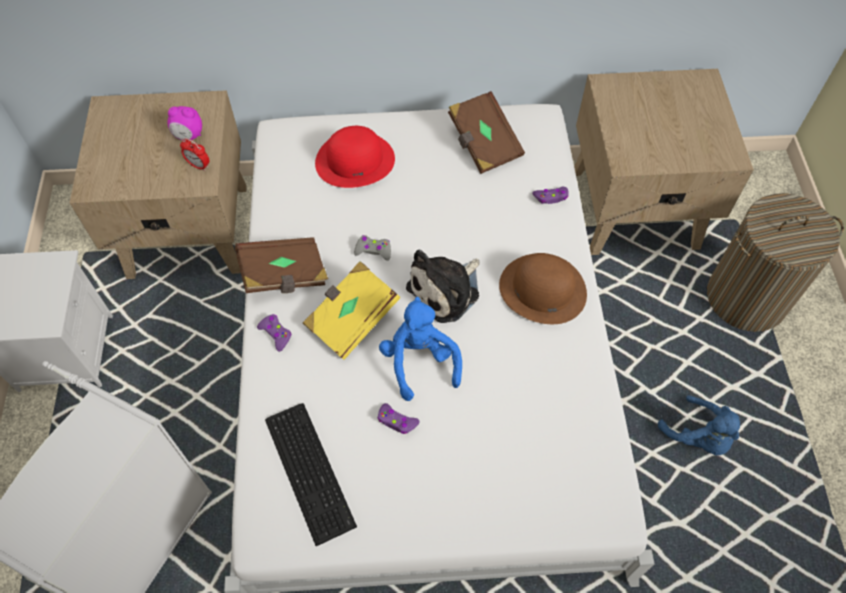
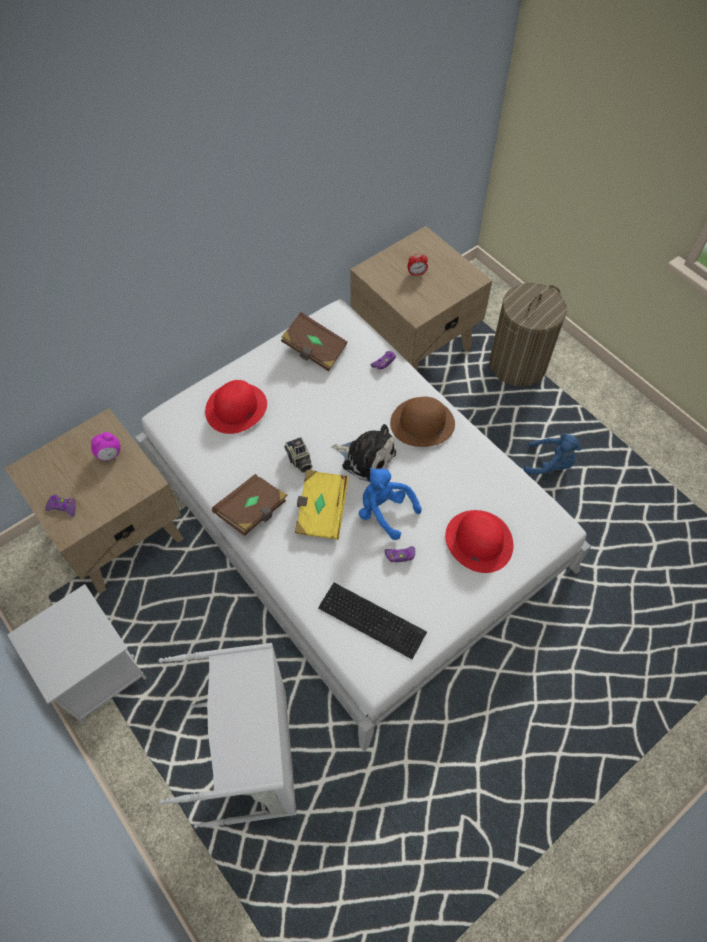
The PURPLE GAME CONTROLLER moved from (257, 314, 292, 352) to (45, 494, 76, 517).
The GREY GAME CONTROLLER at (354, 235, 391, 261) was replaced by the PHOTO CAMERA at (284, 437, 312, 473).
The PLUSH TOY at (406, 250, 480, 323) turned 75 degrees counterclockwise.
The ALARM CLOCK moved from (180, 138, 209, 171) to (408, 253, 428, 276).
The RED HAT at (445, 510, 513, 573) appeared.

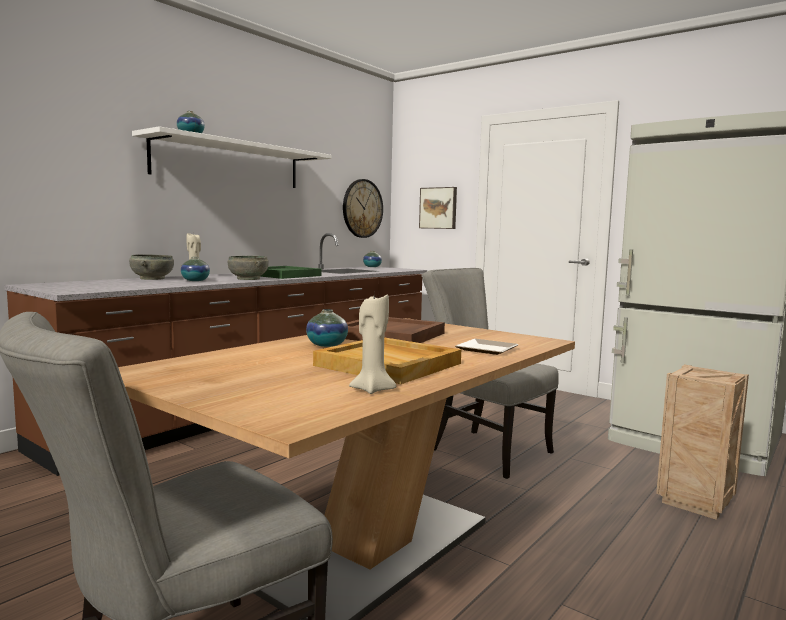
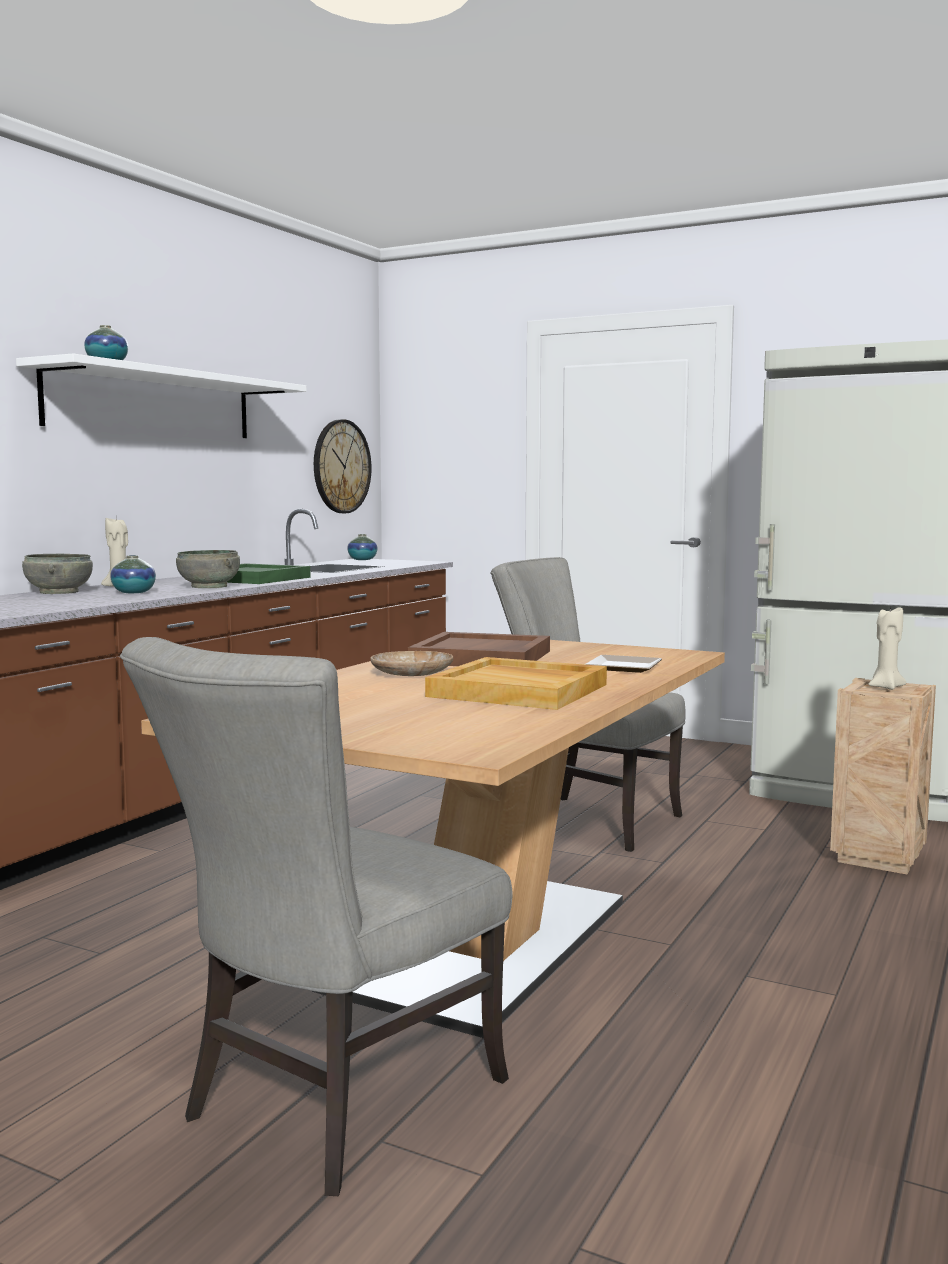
The VASE at (306, 309, 348, 347) was replaced by the BEIGE PLATE at (371, 651, 453, 676).
The BEIGE CANDLE moved from (349, 294, 397, 394) to (868, 606, 906, 690).
The PICTURE at (419, 187, 457, 229) disappeared.

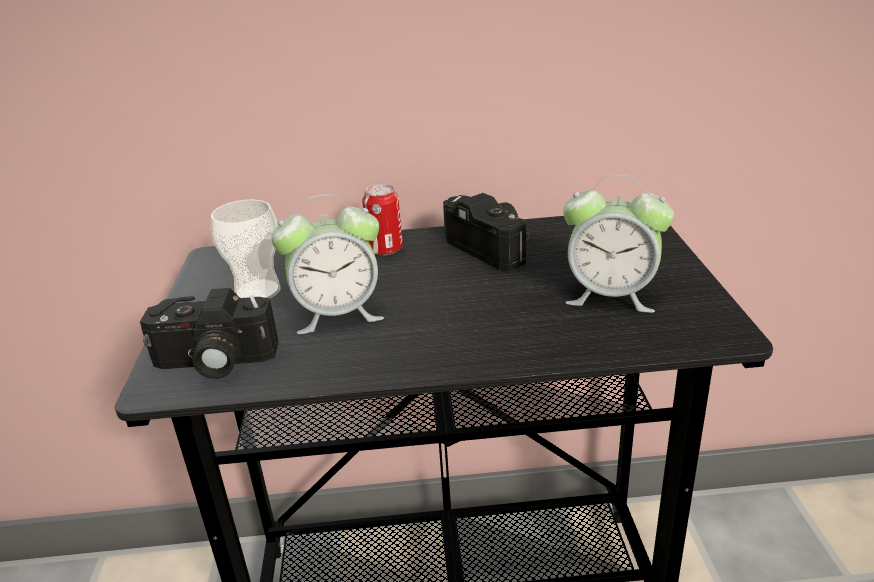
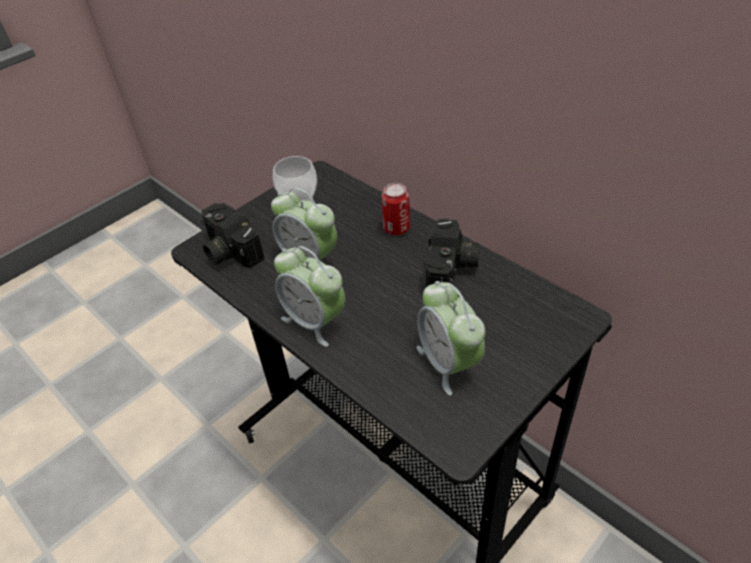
The ALARM CLOCK at (274, 246, 345, 347) appeared.

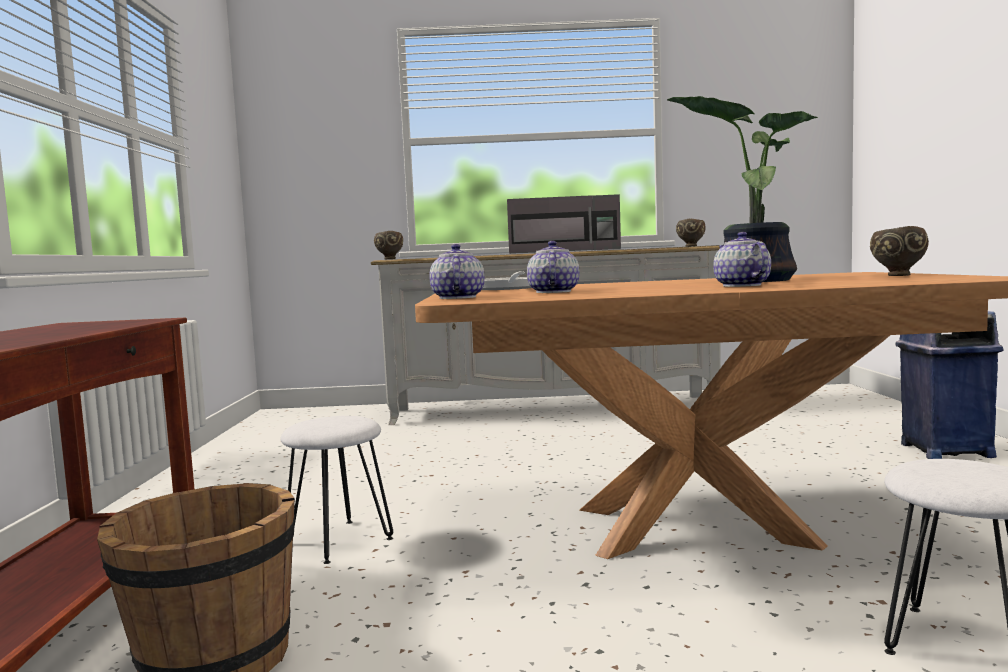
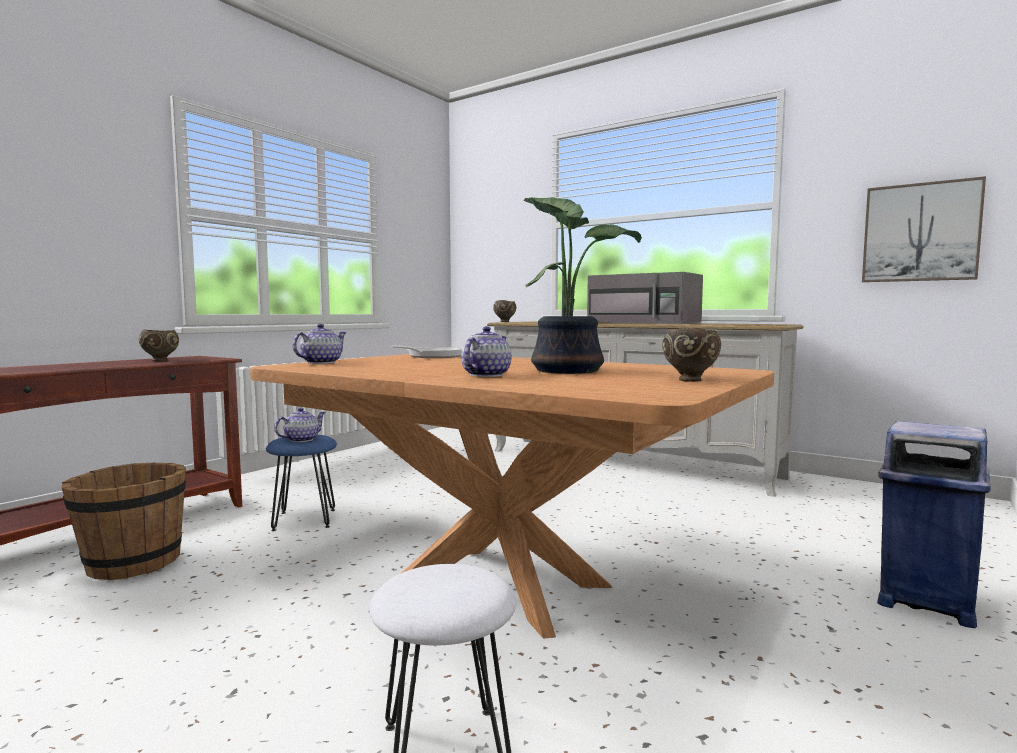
The BROWN BOWL moved from (676, 219, 706, 247) to (139, 329, 179, 362).
The WHITE STOOL at (280, 416, 393, 564) became the BLUE STOOL at (266, 435, 337, 531).
The TEAPOT moved from (527, 241, 579, 293) to (275, 407, 326, 442).
The PICTURE at (862, 176, 986, 282) appeared.

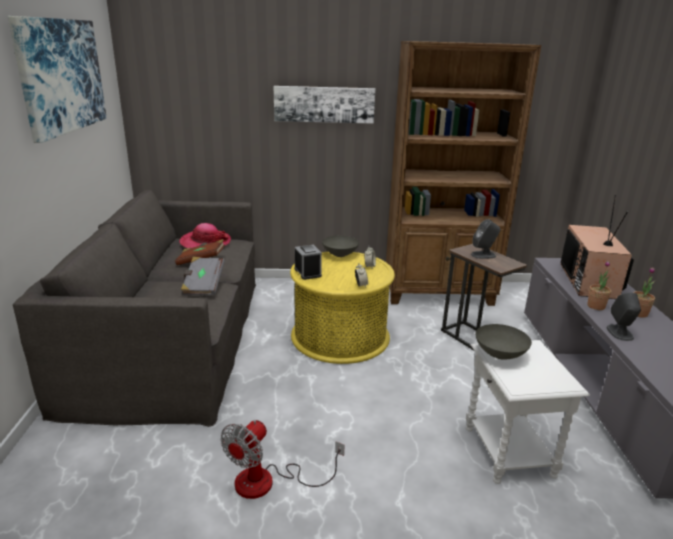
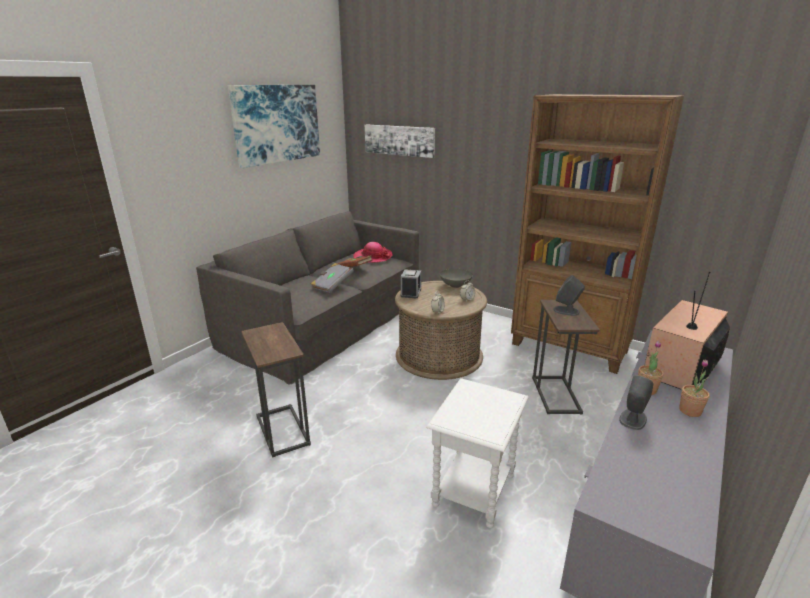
The FAN at (220, 420, 345, 499) was replaced by the BROWN SIDE TABLE at (242, 322, 311, 458).
The PICTURE moved from (274, 86, 375, 124) to (365, 124, 435, 158).
The YELLOW COFFEE TABLE at (290, 252, 395, 364) became the BROWN COFFEE TABLE at (395, 281, 487, 380).
The GREY BOWL at (475, 324, 532, 359) disappeared.

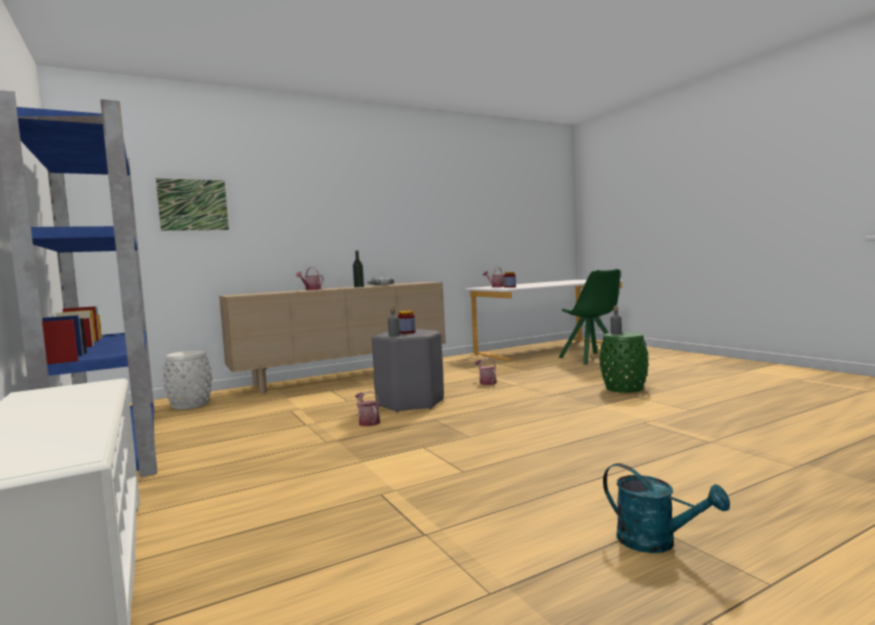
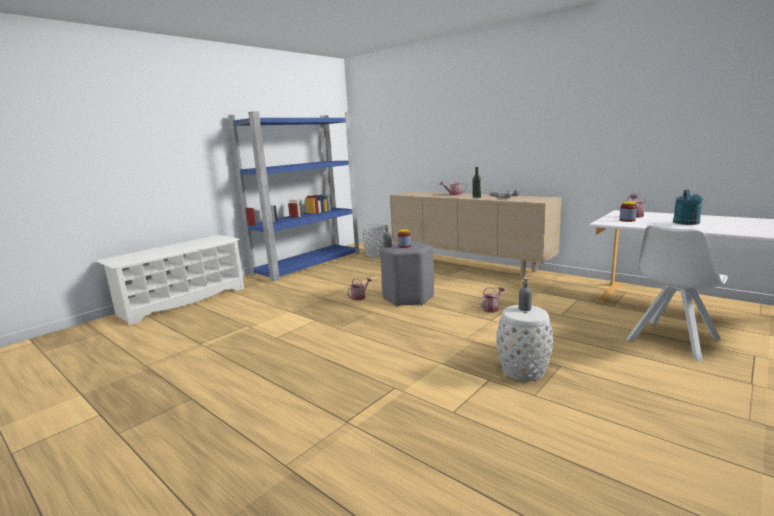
The GREEN STOOL at (599, 332, 648, 393) became the WHITE STOOL at (496, 305, 553, 381).
The GREEN CHAIR at (559, 269, 622, 365) became the WHITE CHAIR at (627, 224, 728, 361).
The TURQUOISE WATERING CAN moved from (603, 463, 730, 553) to (673, 190, 703, 225).
The PICTURE at (156, 178, 229, 231) disappeared.

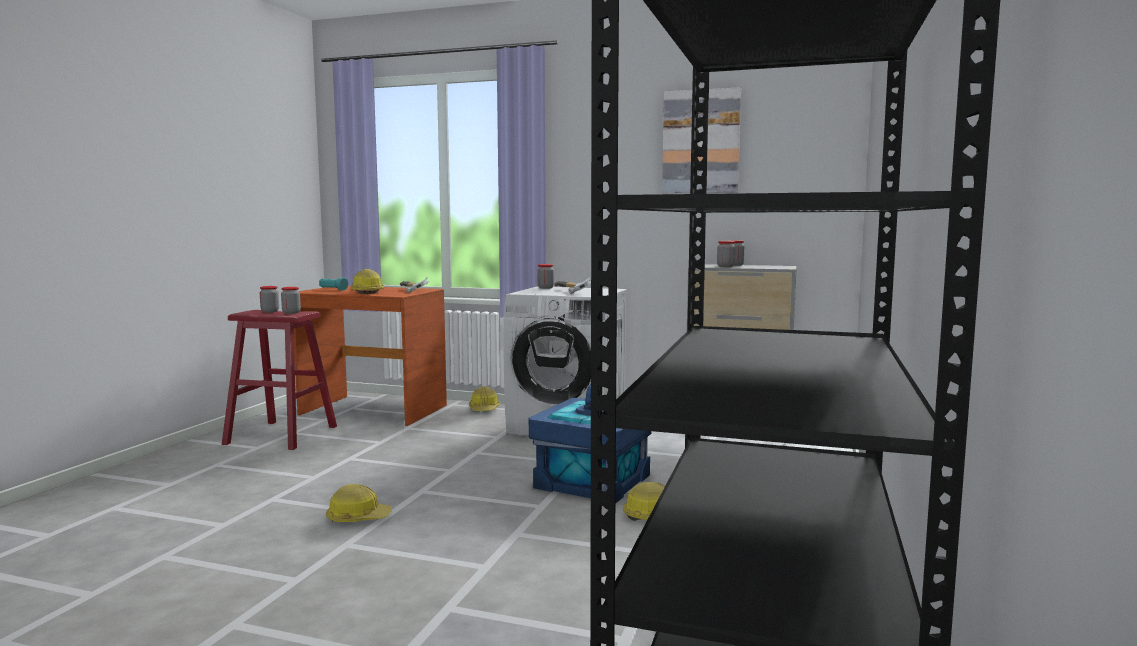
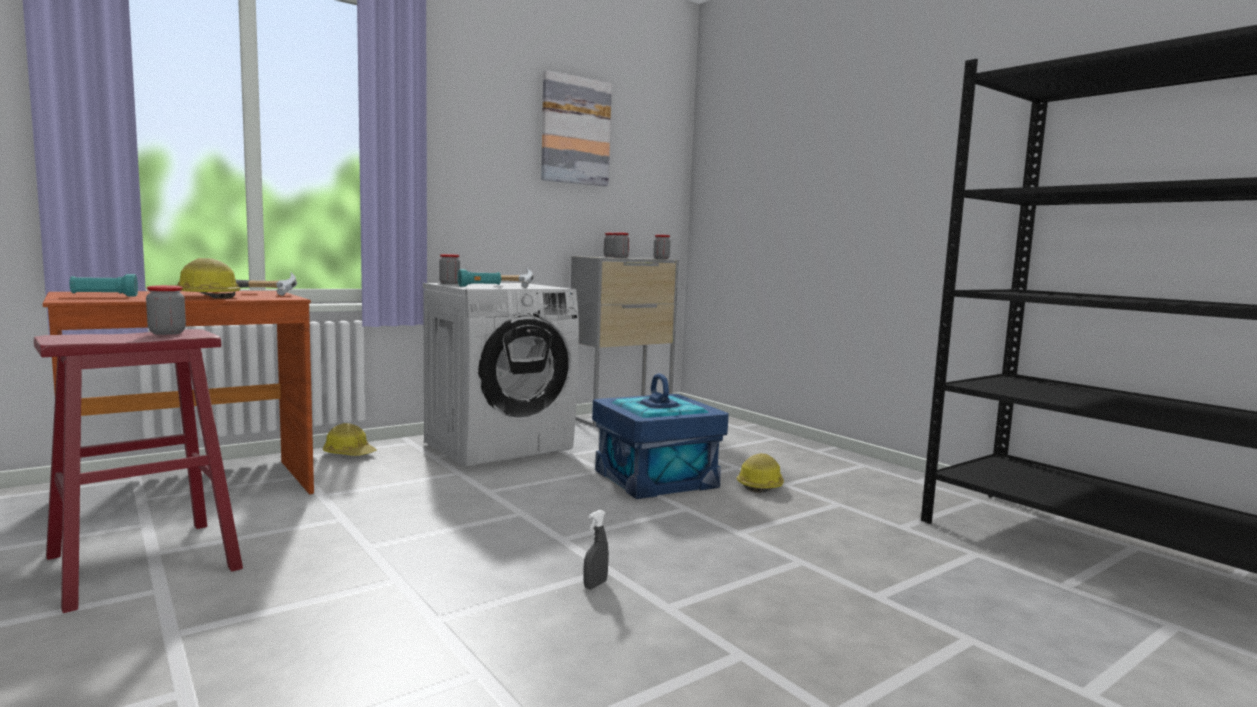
The TURQUOISE FLASHLIGHT at (458, 269, 502, 287) appeared.
The HARD HAT at (326, 484, 392, 522) was replaced by the GREY SPRAY BOTTLE at (583, 510, 609, 589).
The JAR moved from (260, 286, 279, 313) to (653, 235, 670, 259).

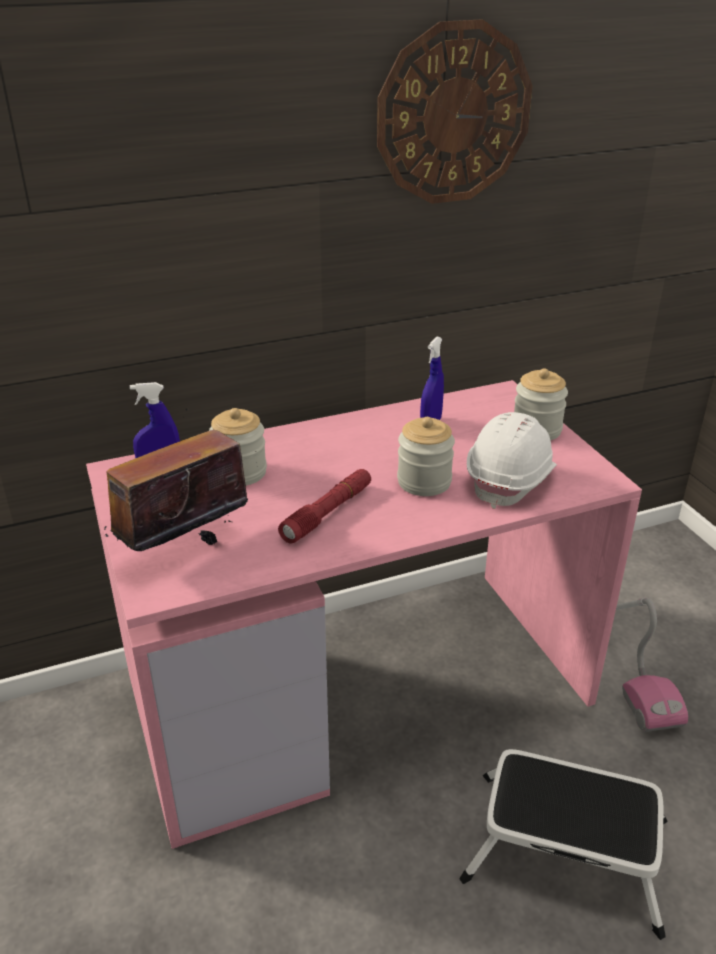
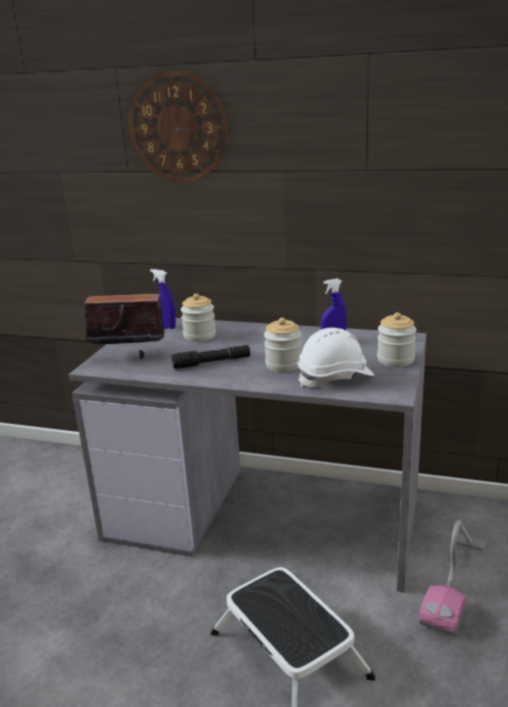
The PINK DESK at (86, 380, 642, 849) became the GREY DESK at (69, 318, 426, 592).
The WALL CLOCK moved from (377, 19, 532, 204) to (128, 71, 228, 182).
The RED FLASHLIGHT at (278, 469, 371, 543) became the BLACK FLASHLIGHT at (172, 345, 250, 369).

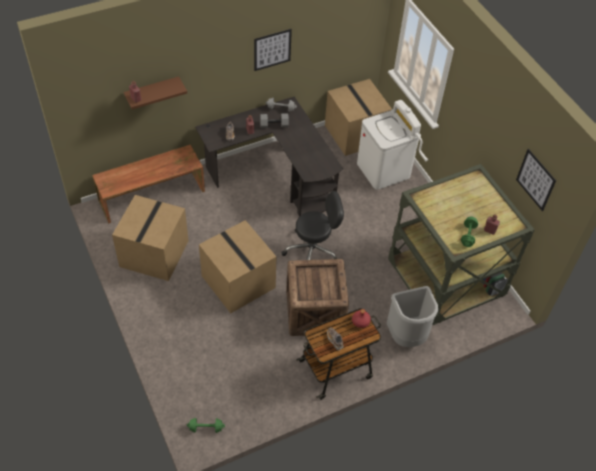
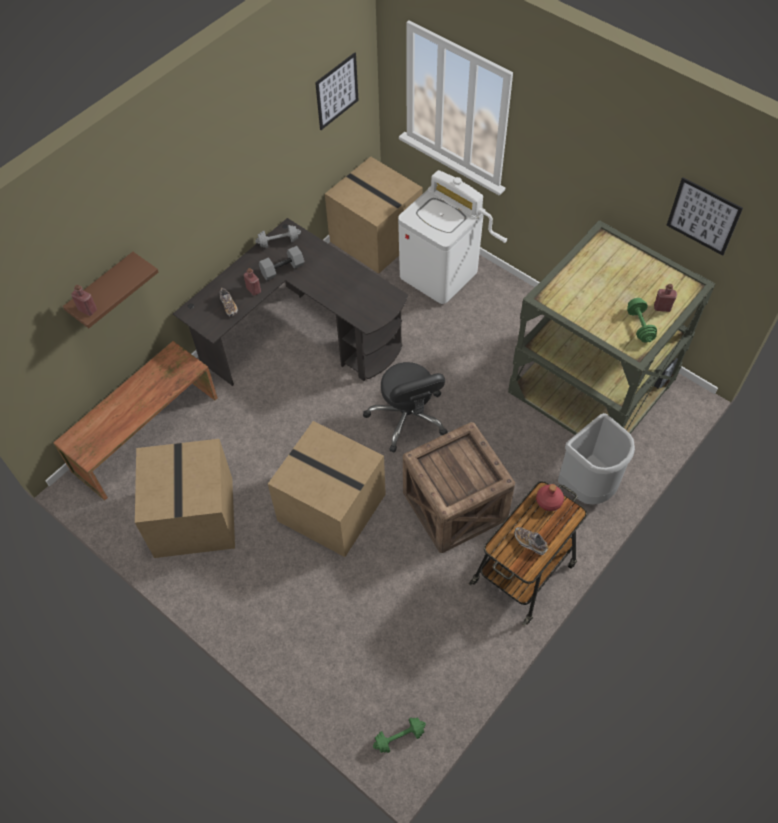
The PICTURE moved from (254, 29, 292, 71) to (315, 52, 359, 130).
The BLACK OFFICE CHAIR at (281, 191, 344, 260) turned 105 degrees clockwise.

